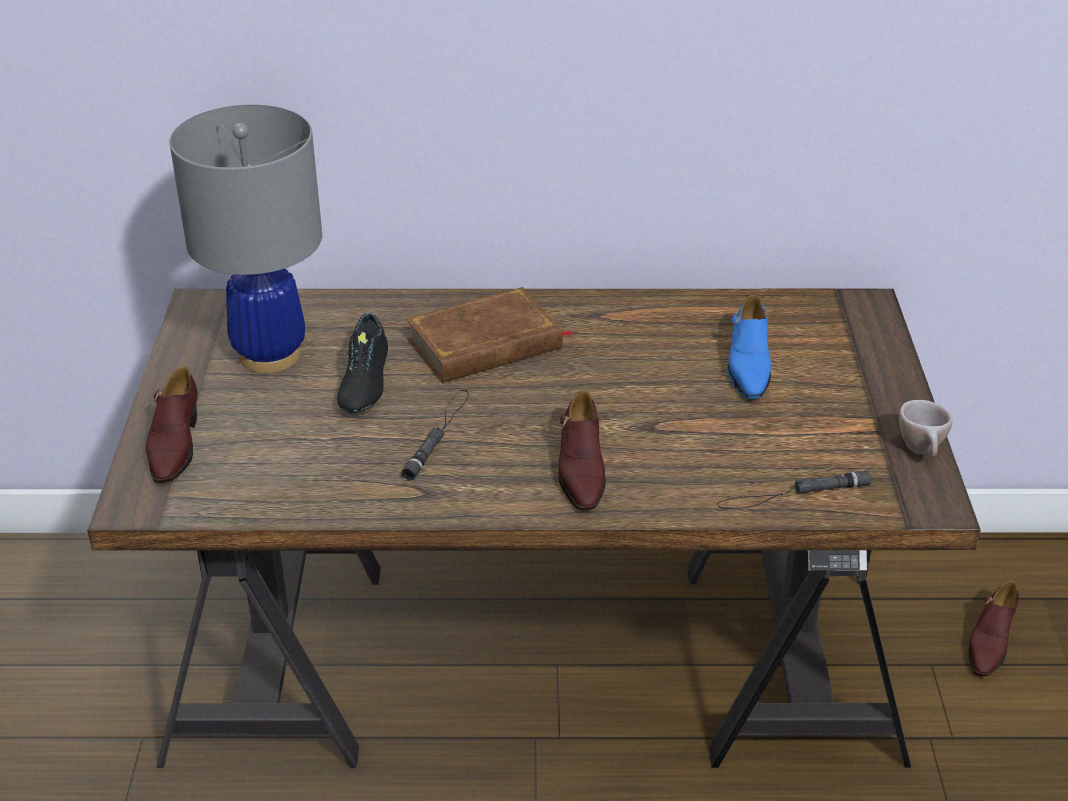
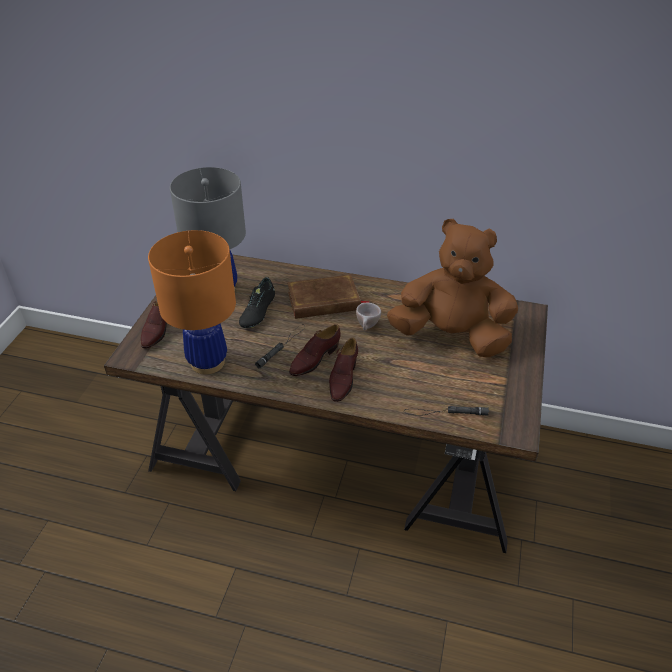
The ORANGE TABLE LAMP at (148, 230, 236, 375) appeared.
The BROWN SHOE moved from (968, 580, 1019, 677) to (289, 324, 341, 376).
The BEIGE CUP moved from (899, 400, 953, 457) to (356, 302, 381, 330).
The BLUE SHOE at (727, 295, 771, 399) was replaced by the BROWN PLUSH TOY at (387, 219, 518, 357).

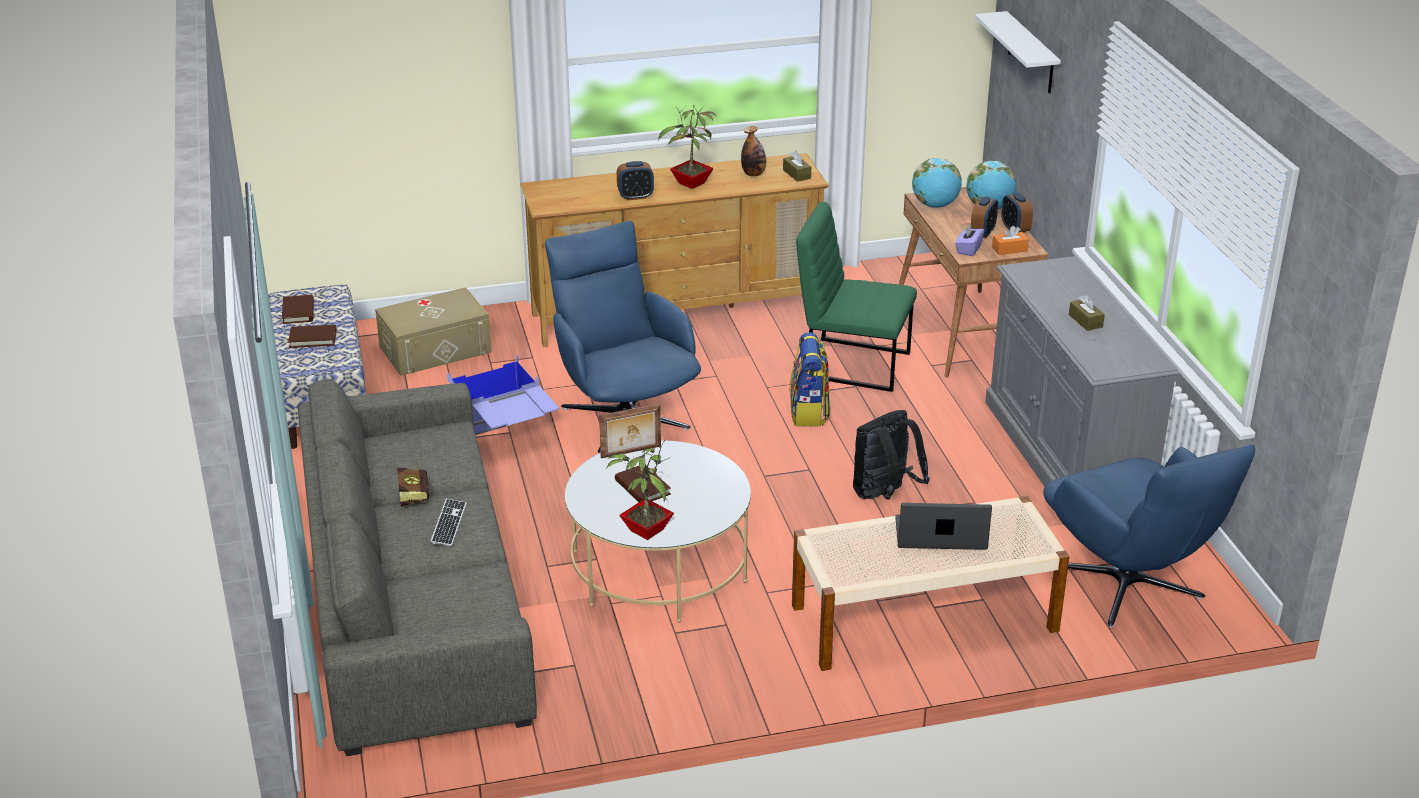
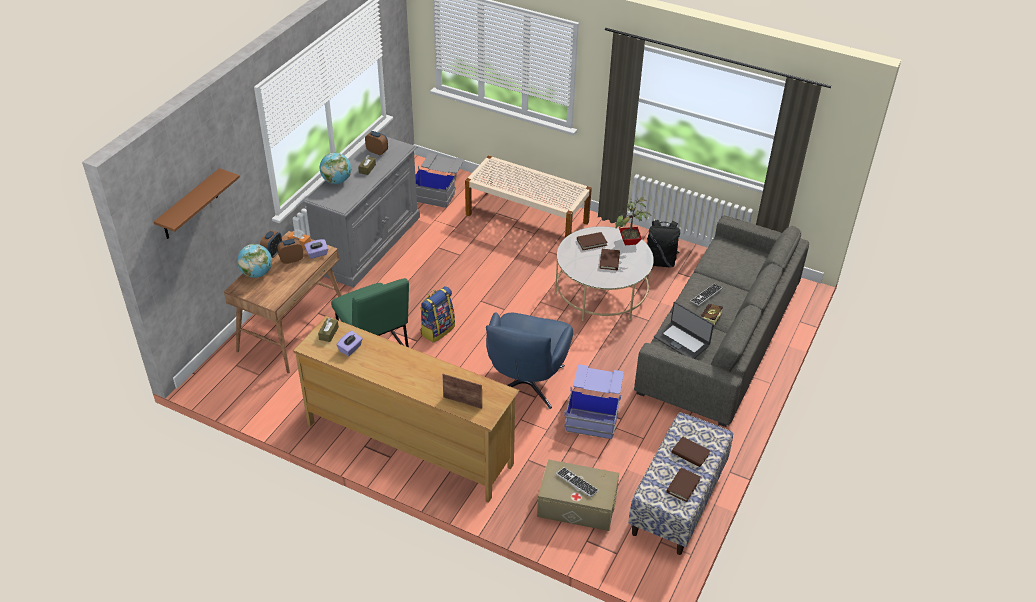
The WHITE SHELF at (975, 11, 1061, 94) became the BROWN SHELF at (154, 168, 240, 239).
The GLOBE moved from (912, 158, 962, 208) to (320, 152, 351, 184).
The BOTTLE at (741, 126, 766, 176) was replaced by the PURPLE TISSUE BOX at (336, 331, 363, 356).
The ALARM CLOCK moved from (617, 161, 654, 200) to (365, 131, 388, 155).
The BLUE ARMCHAIR at (1043, 445, 1255, 627) was replaced by the GREY STORAGE BOX at (415, 153, 464, 208).
The PICTURE FRAME moved from (599, 403, 661, 458) to (442, 374, 482, 409).
The KEYBOARD at (556, 467, 599, 497) appeared.
The BROWN BOOK at (577, 232, 608, 250) appeared.
The BLACK BACKPACK moved from (853, 410, 930, 500) to (647, 220, 680, 267).
The LAPTOP moved from (895, 503, 992, 550) to (654, 302, 714, 359).
The POTTED PLANT at (658, 105, 716, 189) disappeared.

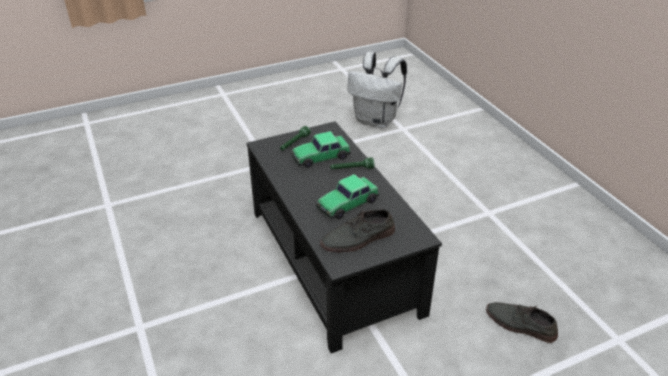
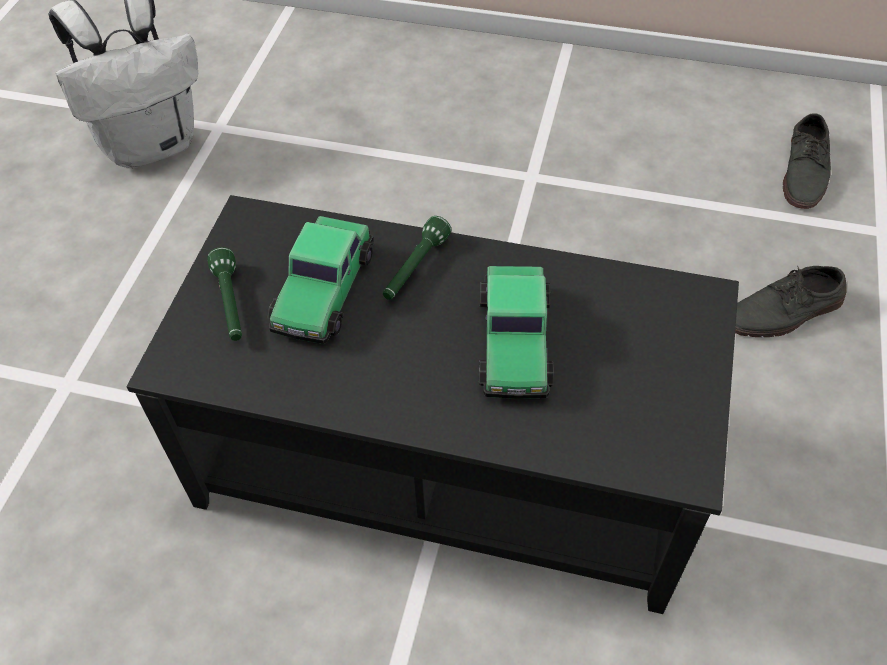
The GREY SHOE moved from (320, 209, 395, 252) to (783, 113, 831, 209).

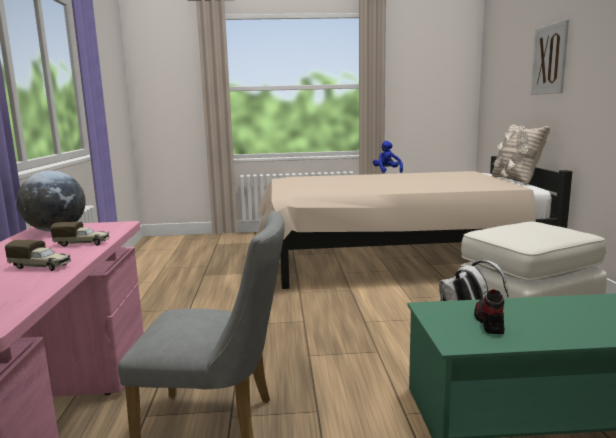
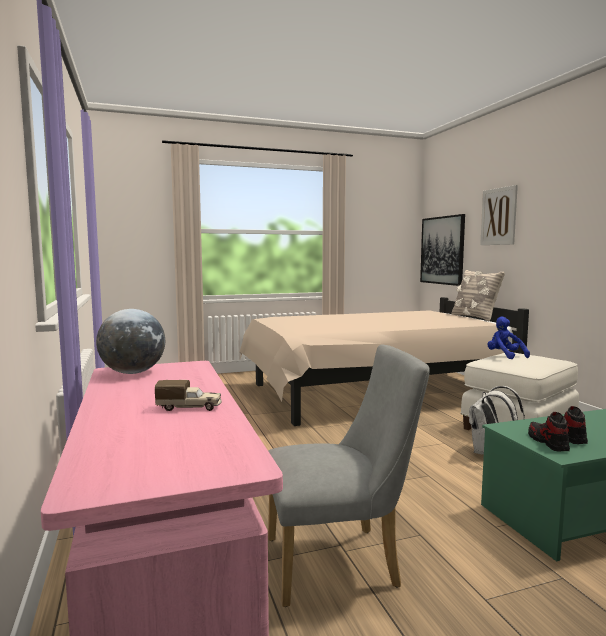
The PICTURE at (420, 214, 465, 286) appeared.
The BLUE PLUSH TOY moved from (373, 141, 403, 173) to (488, 316, 530, 359).
The SHOE at (528, 412, 570, 451) appeared.
The TOY TRUCK at (51, 222, 110, 247) disappeared.

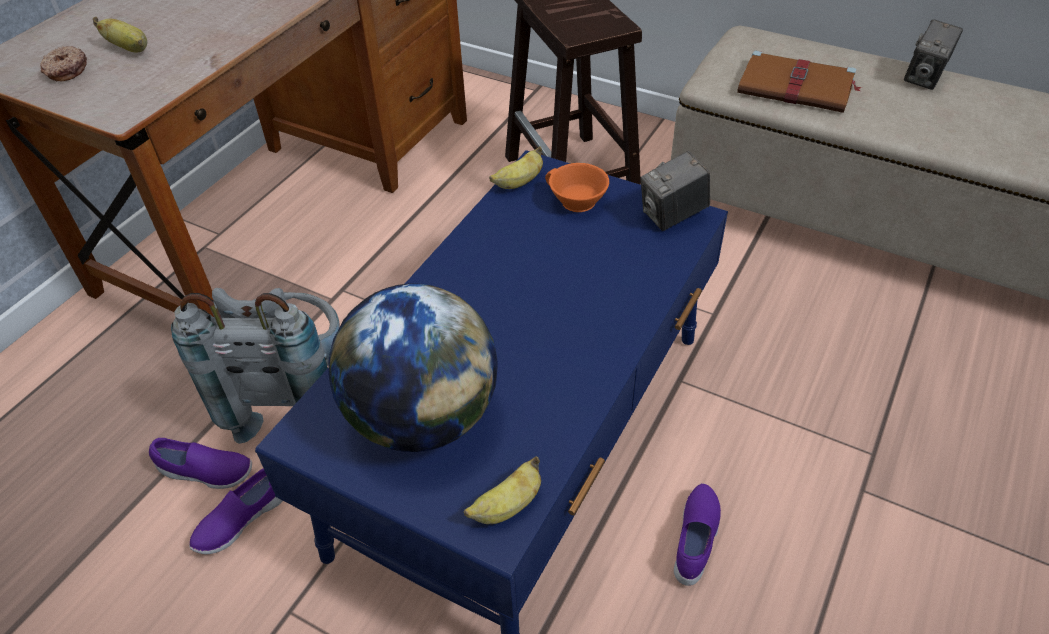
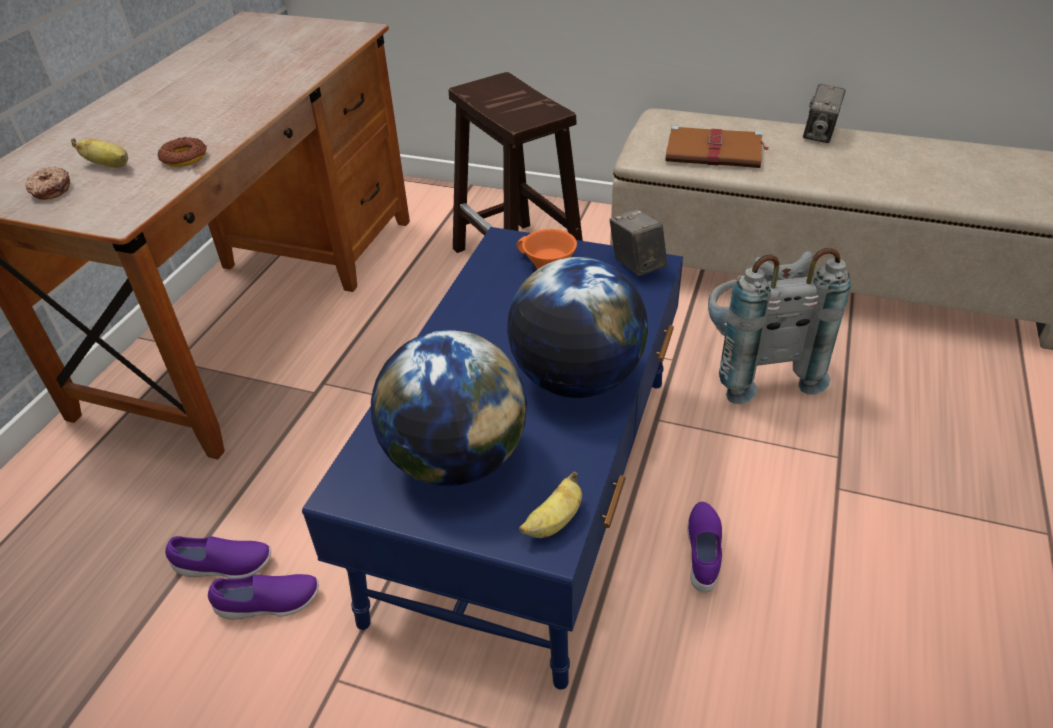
The DONUT at (158, 137, 207, 167) appeared.
The PURPLE SHOE at (189, 468, 283, 554) turned 135 degrees counterclockwise.
The GLOBE at (507, 257, 648, 398) appeared.
The PHOTO CAMERA at (641, 151, 710, 231) turned 105 degrees clockwise.
The GREY BACKPACK moved from (171, 288, 340, 444) to (708, 248, 851, 404).
The BANANA at (489, 146, 543, 189) disappeared.

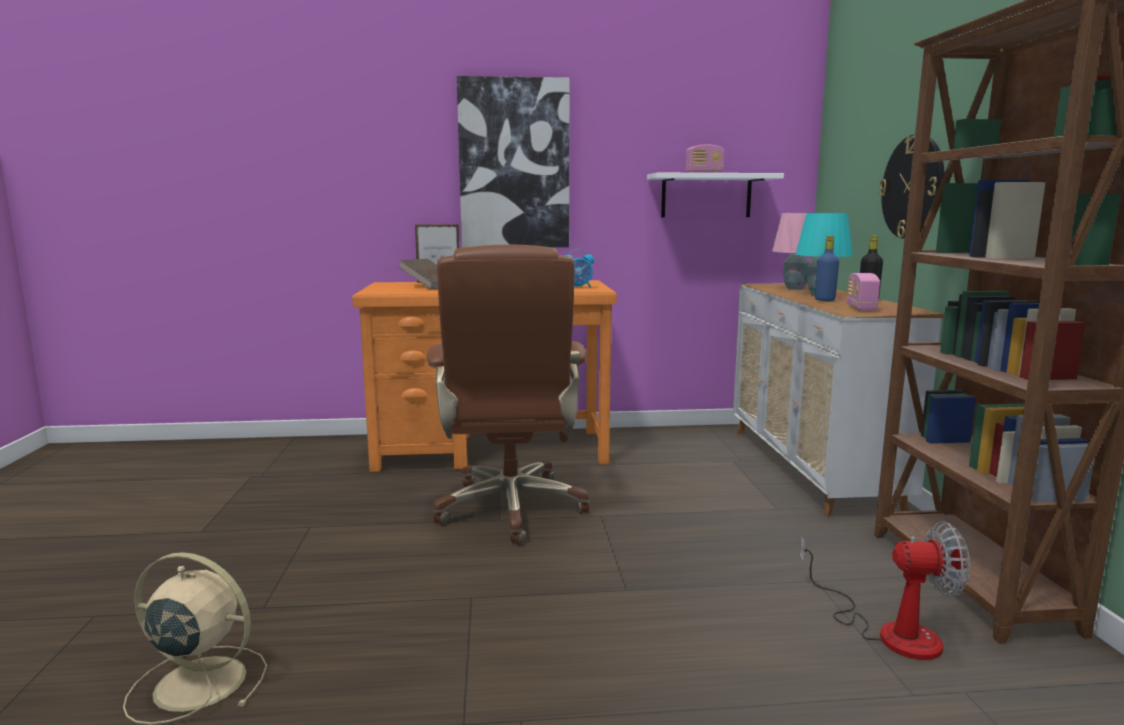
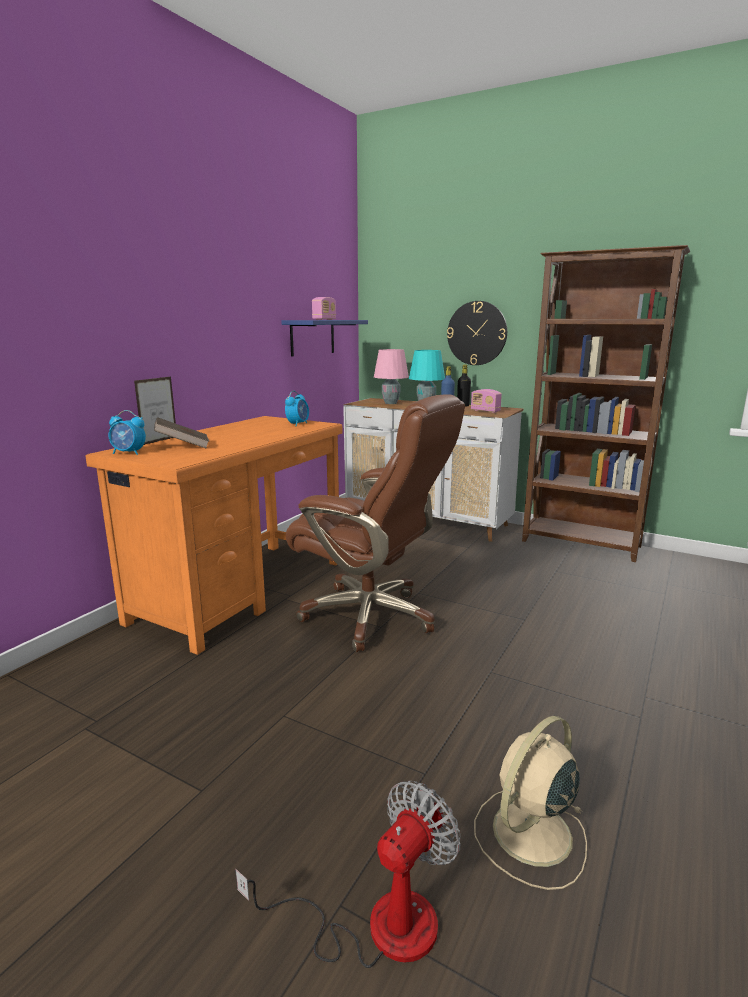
The ALARM CLOCK at (109, 410, 146, 455) appeared.
The FAN moved from (800, 521, 970, 660) to (235, 781, 461, 968).
The WHITE SHELF at (647, 173, 784, 217) became the BLUE SHELF at (281, 320, 368, 357).
The PICTURE at (457, 76, 569, 248) disappeared.

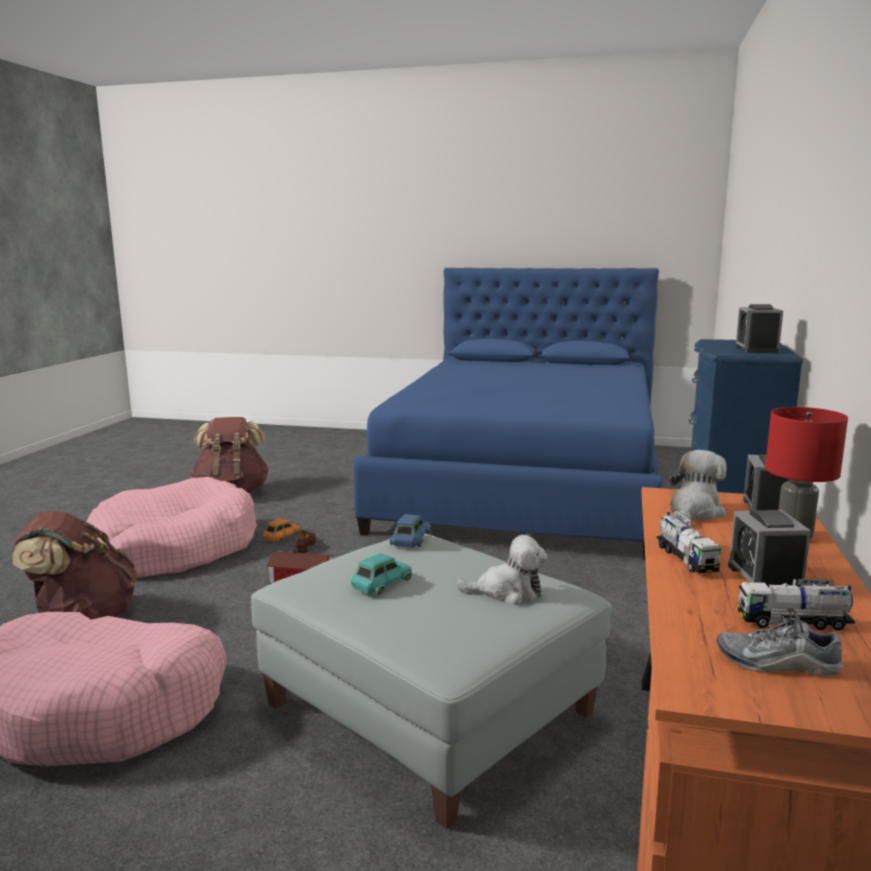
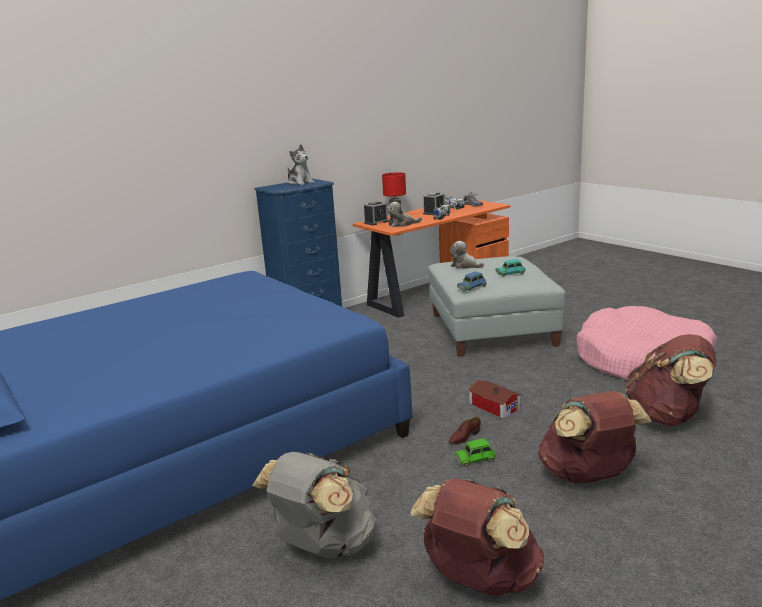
The GREY BACKPACK at (252, 452, 377, 559) appeared.
The ALARM CLOCK at (735, 304, 783, 353) was replaced by the PLUSH TOY at (288, 144, 315, 185).
The ORANGE TOY CAR at (263, 518, 301, 542) became the GREEN TOY CAR at (454, 438, 496, 467).
The PINK DOG BED at (87, 477, 257, 578) was replaced by the BROWN BACKPACK at (538, 391, 652, 484).

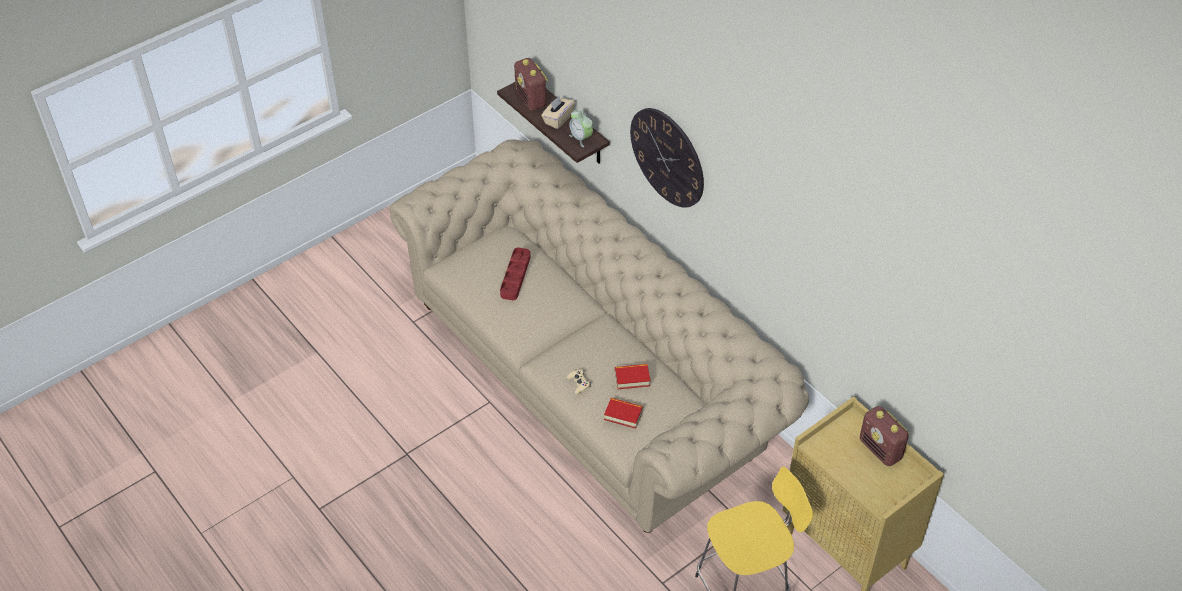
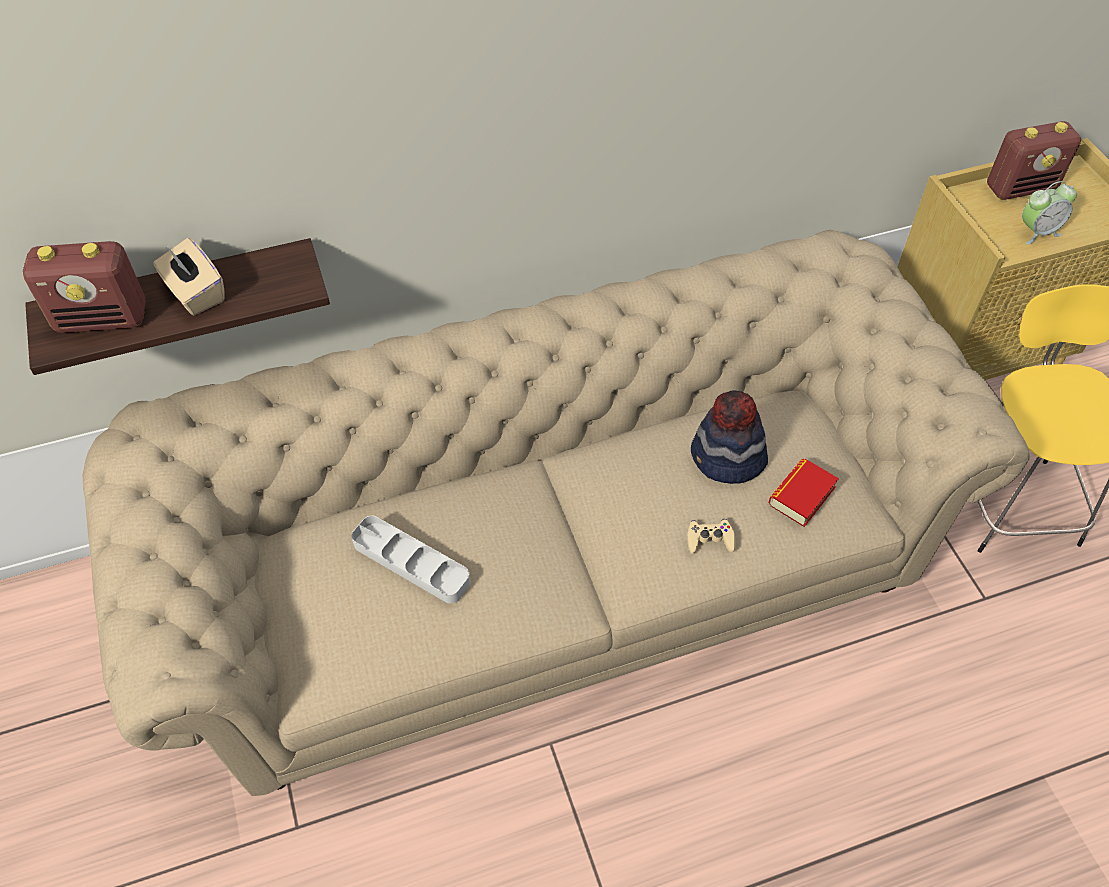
The RED TRAY at (500, 248, 531, 300) became the GREY TRAY at (351, 515, 470, 604).
The BOOK at (615, 364, 651, 389) was replaced by the HAT at (691, 390, 768, 484).
The ALARM CLOCK moved from (569, 110, 593, 147) to (1022, 181, 1077, 244).
The WALL CLOCK at (630, 108, 704, 208) disappeared.

